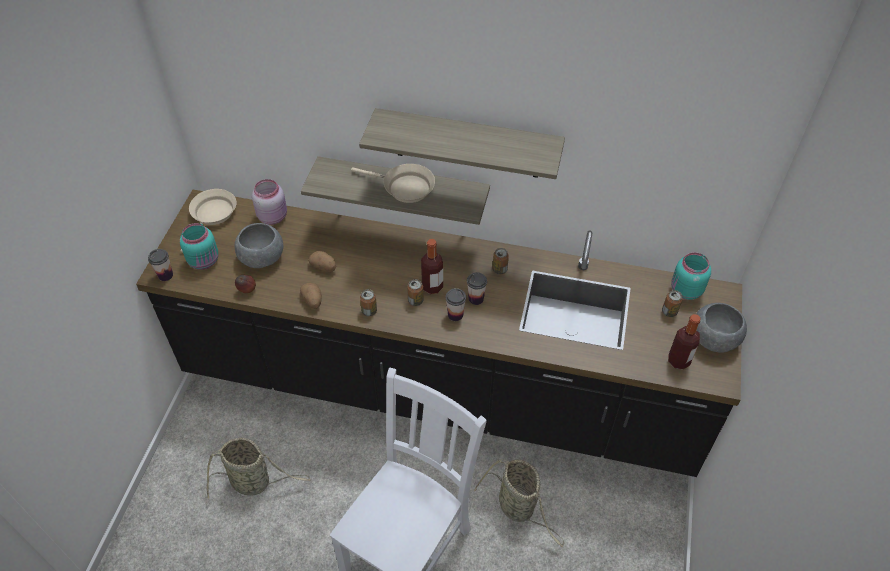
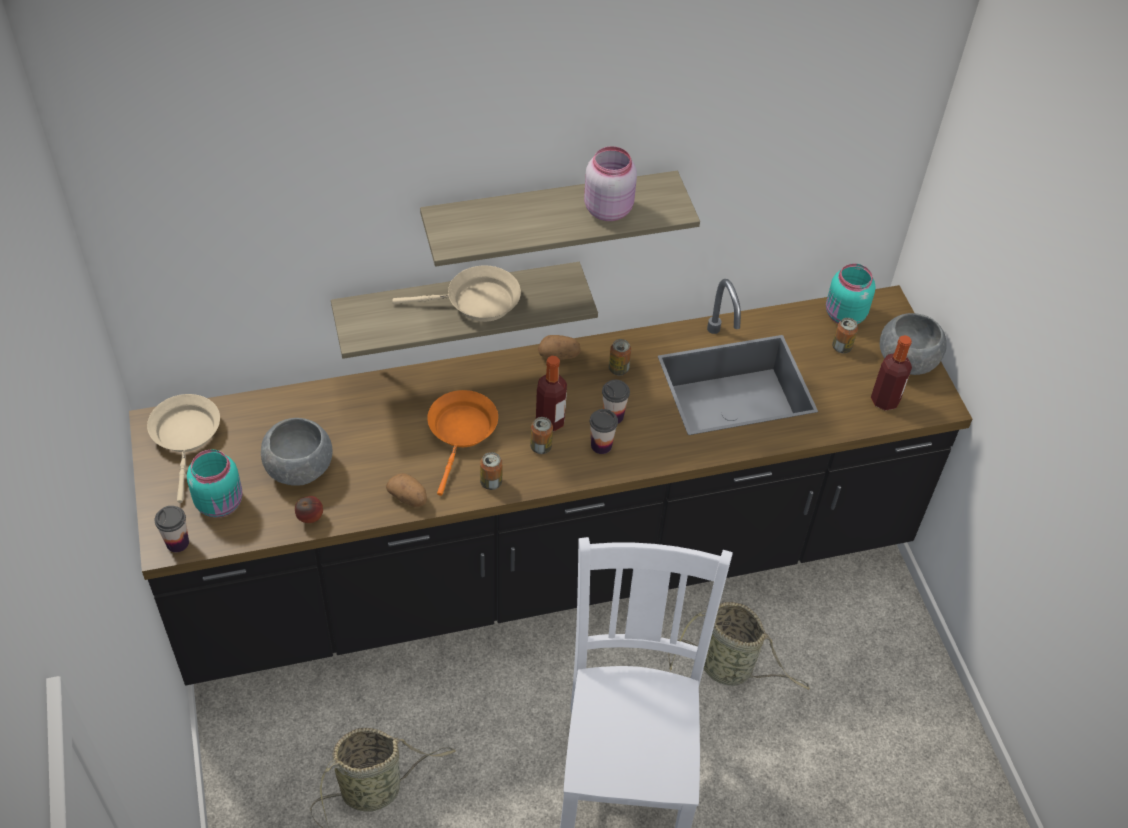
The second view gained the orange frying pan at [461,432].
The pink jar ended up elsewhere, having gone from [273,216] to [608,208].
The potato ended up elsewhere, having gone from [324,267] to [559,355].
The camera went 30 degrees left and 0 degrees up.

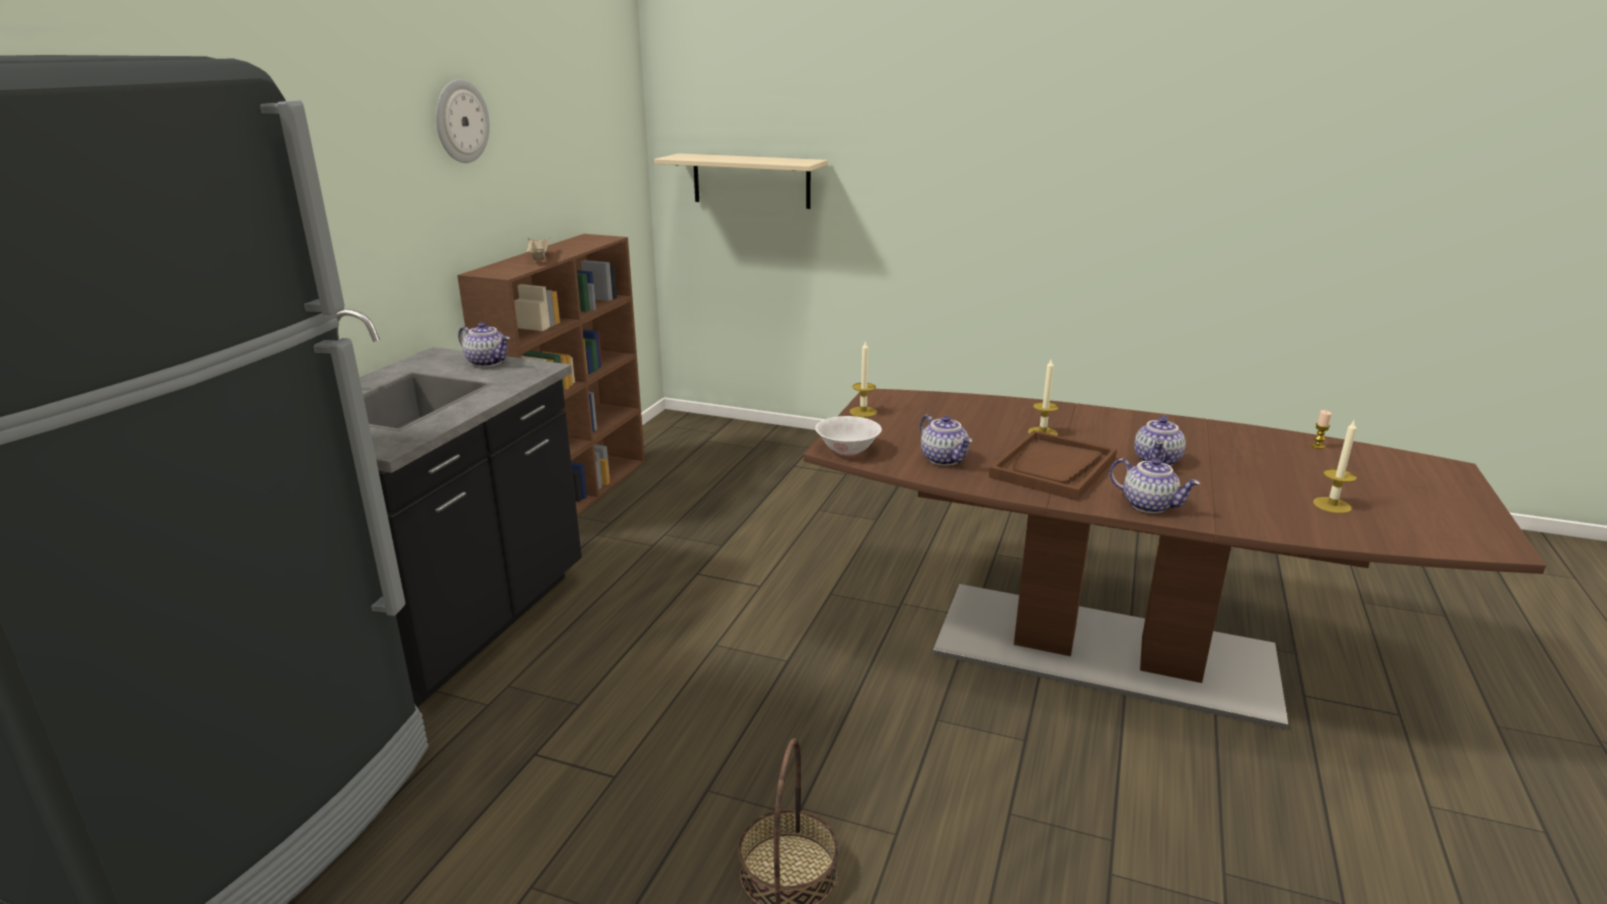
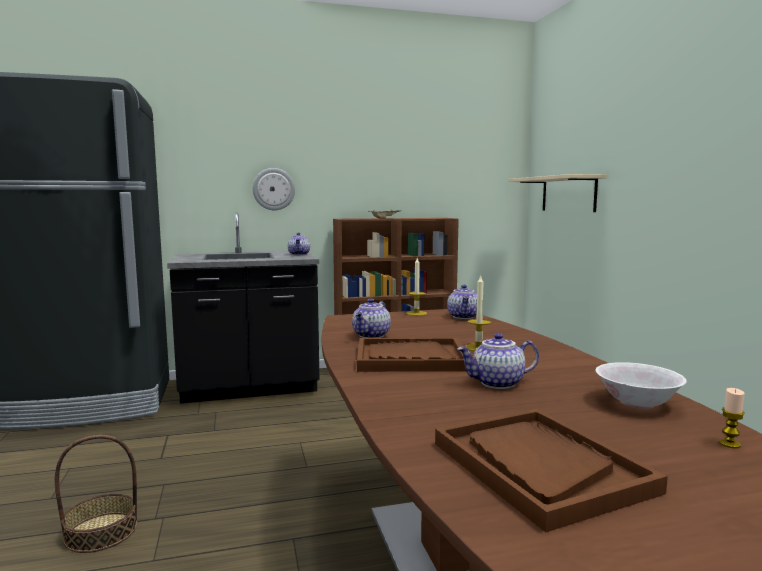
The wall clock ended up elsewhere, having gone from [461,121] to [273,189].
The white bowl ended up elsewhere, having gone from [848,450] to [637,403].
The teapot ended up elsewhere, having gone from [1149,505] to [464,317].
Where the candle stood at [1332,505], the brown tray came to stand at [539,466].
The camera went 55 degrees right and 15 degrees down.

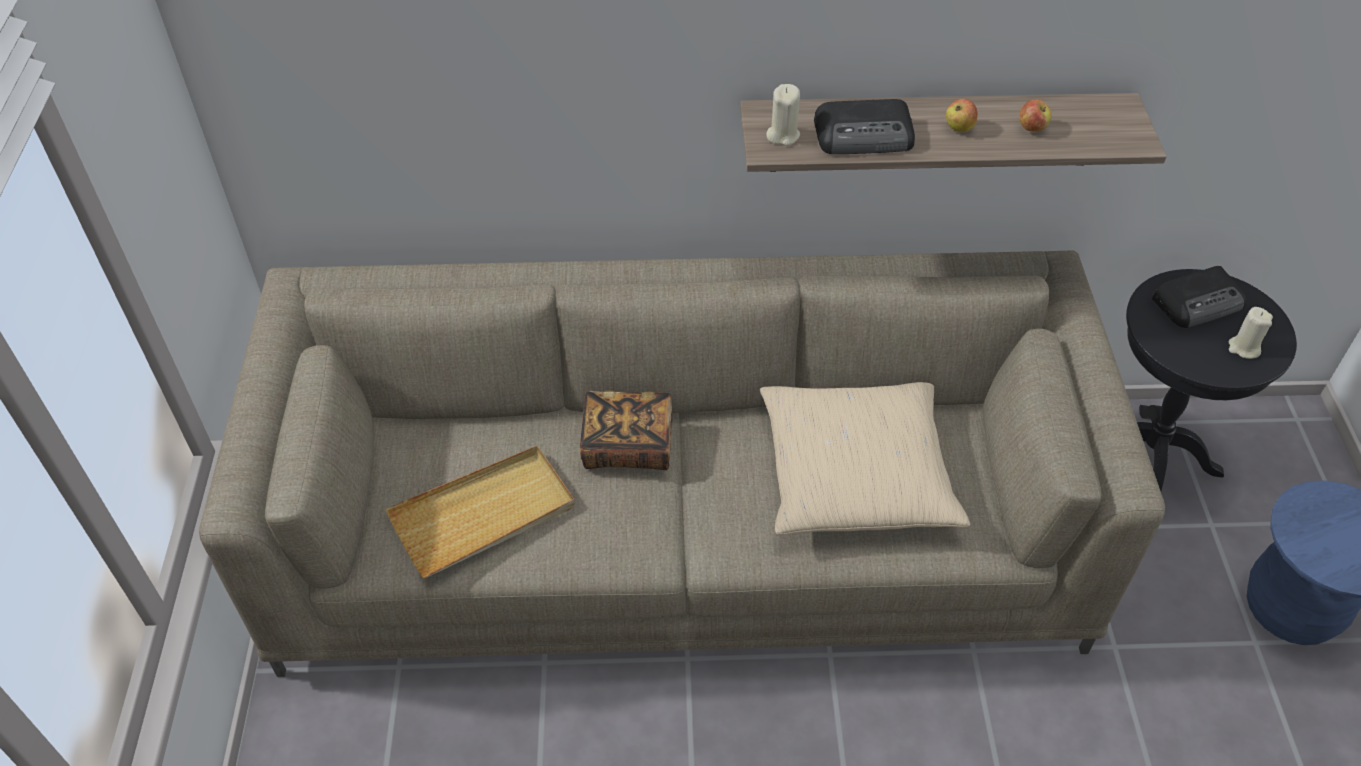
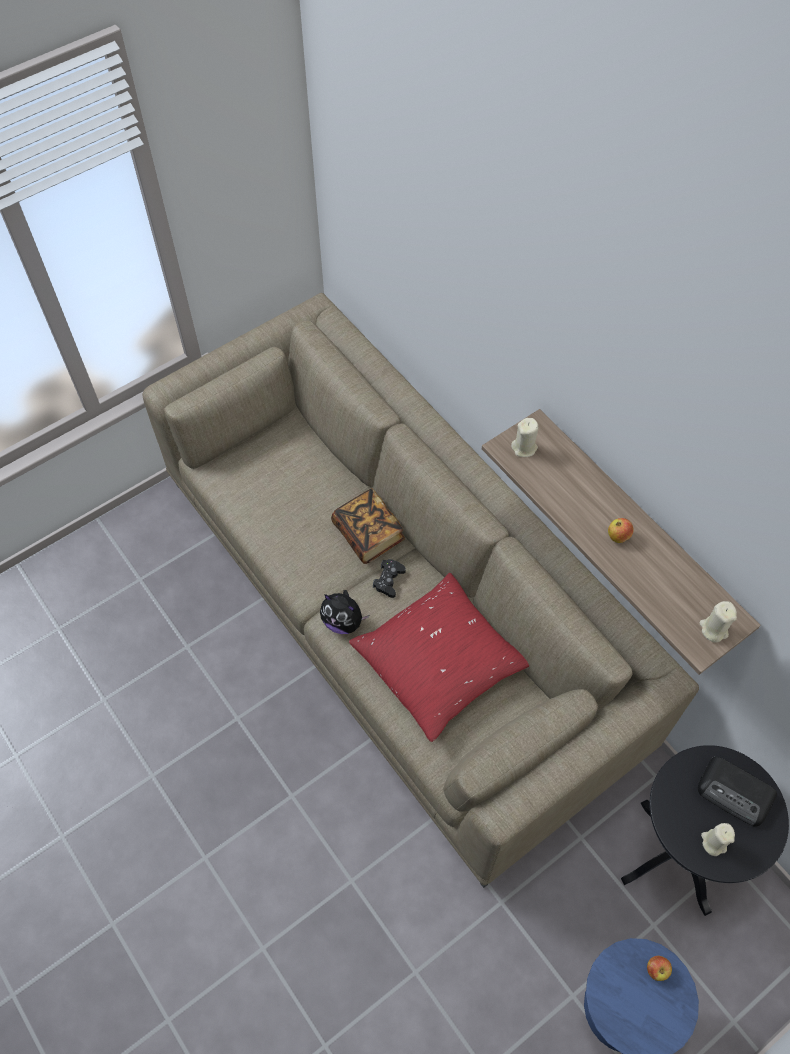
The second view lost the beige tray at [483,514].
The second view lost the radio at [865,135].
The second view gained the plush toy at [343,621].
The second view gained the black game controller at [389,580].
The second view gained the beige candle at [713,629].
The apple ended up elsewhere, having gone from [1032,128] to [656,969].
What was the beige pillow at [856,473] turned into the red pillow at [439,662].
The camera went 55 degrees right and 10 degrees up.

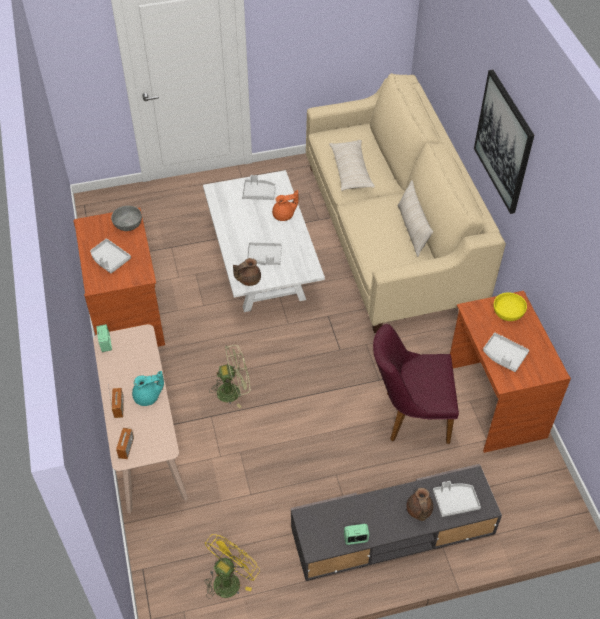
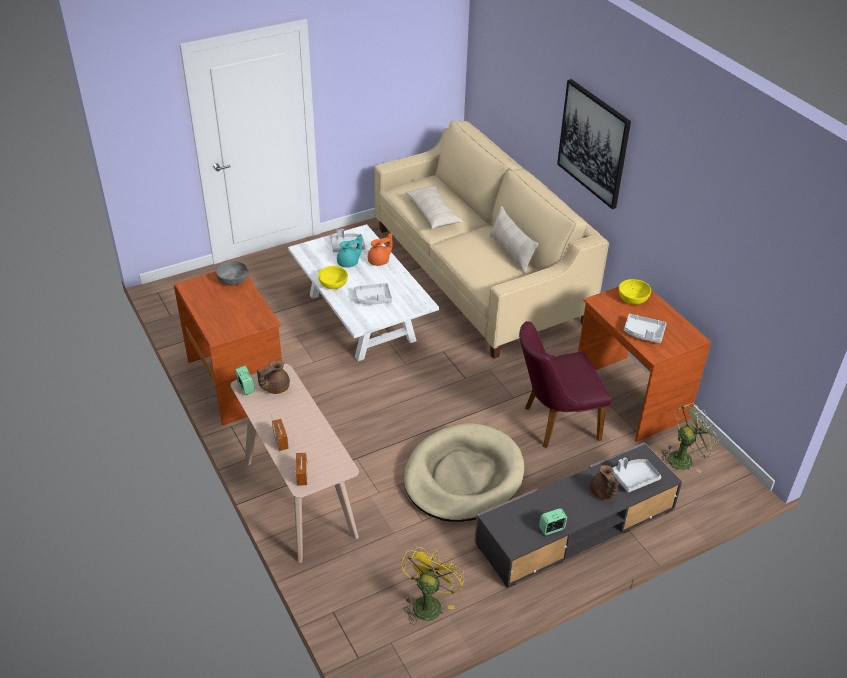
The second view lost the grey tray at [109,260].
The second view gained the yellow bowl at [333,284].
The second view gained the beige dog bed at [463,476].
The turquoise teapot ended up elsewhere, having gone from [148,397] to [349,263].
The green fan ended up elsewhere, having gone from [233,391] to [684,458].
The brown teapot ended up elsewhere, having gone from [248,279] to [275,387].
The camera went 15 degrees left and 10 degrees down.

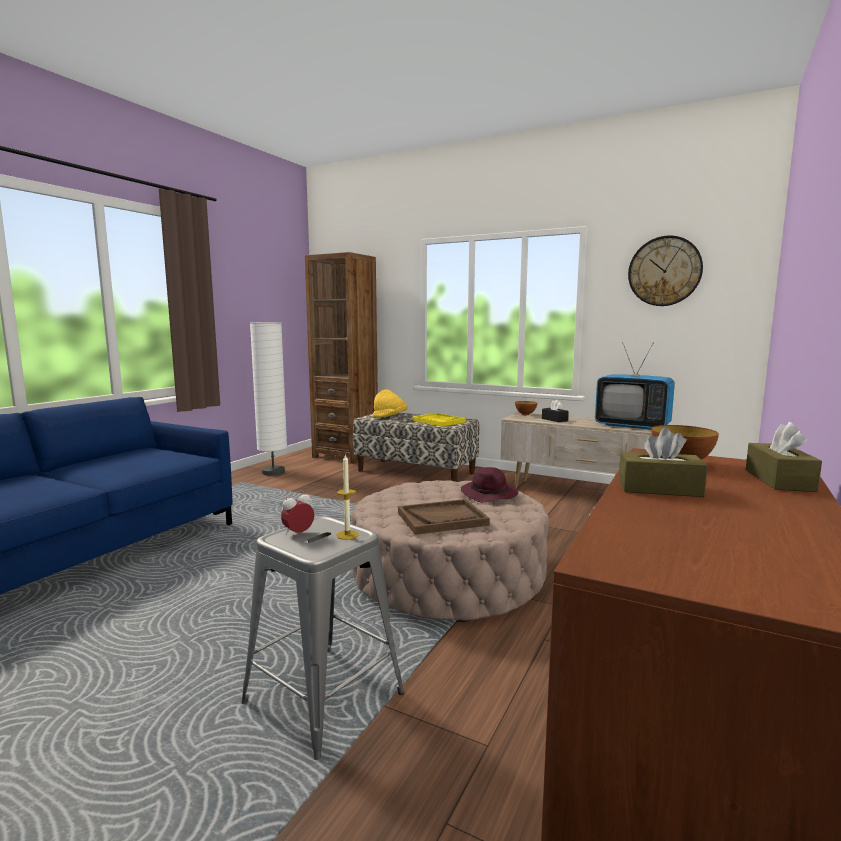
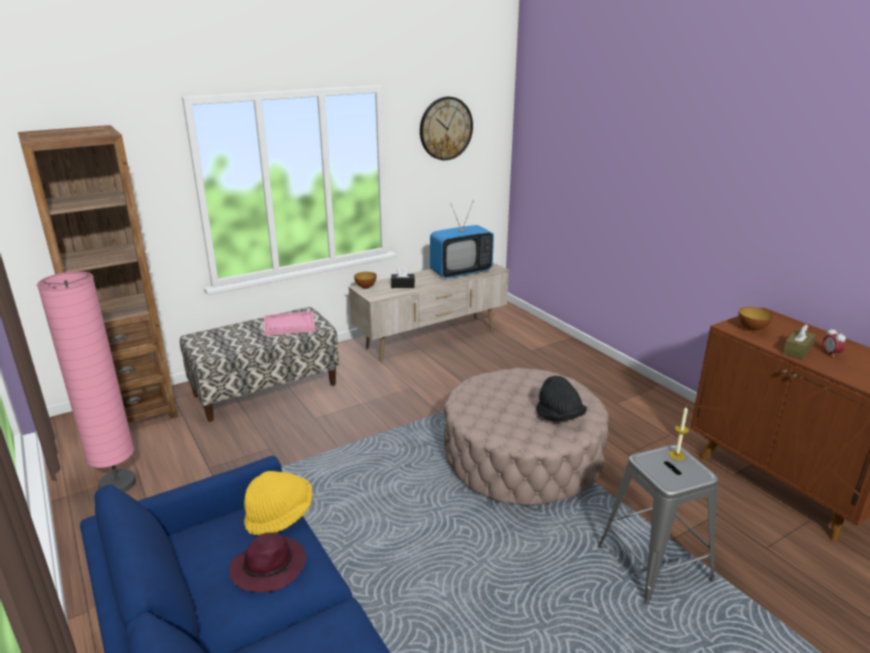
The second view lost the brown tissue box at [779,480].
The alarm clock ended up elsewhere, having gone from [298,533] to [830,354].
The yellow hat ended up elsewhere, having gone from [390,418] to [280,516].
The purple hat ended up elsewhere, having gone from [490,495] to [270,566].
Where the brown tray stood at [442,519], the black hat came to stand at [559,417].
What was the white floor lamp at [273,472] turned into the pink floor lamp at [117,484].
What was the yellow tray at [438,421] turned into the pink tray at [289,325].
The camera went 60 degrees left and 15 degrees up.

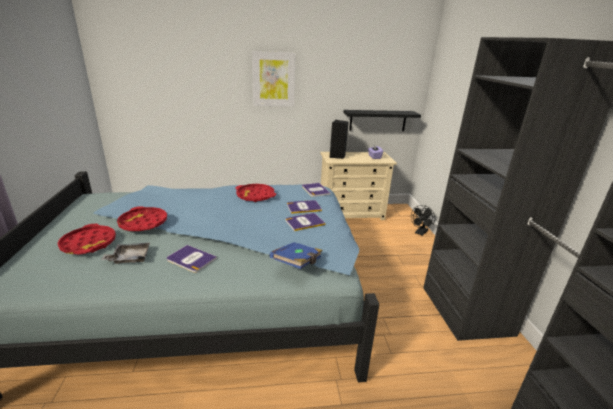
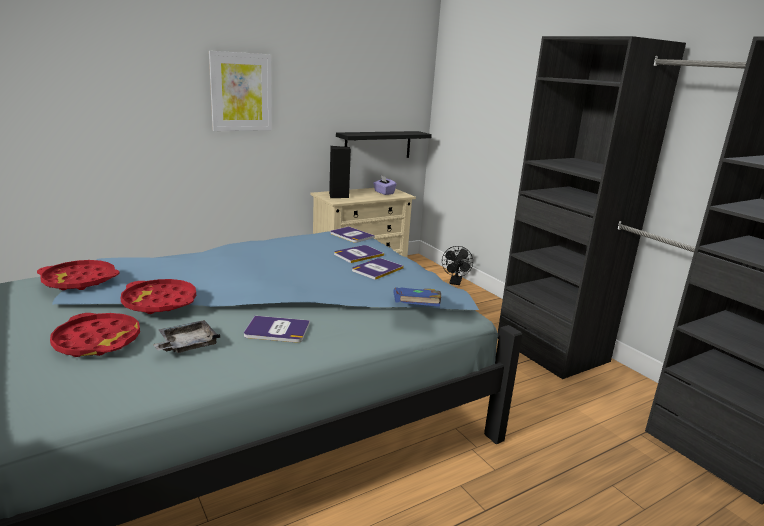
The red tray ended up elsewhere, having gone from [255,196] to [79,280].
The camera went 25 degrees left and 5 degrees down.

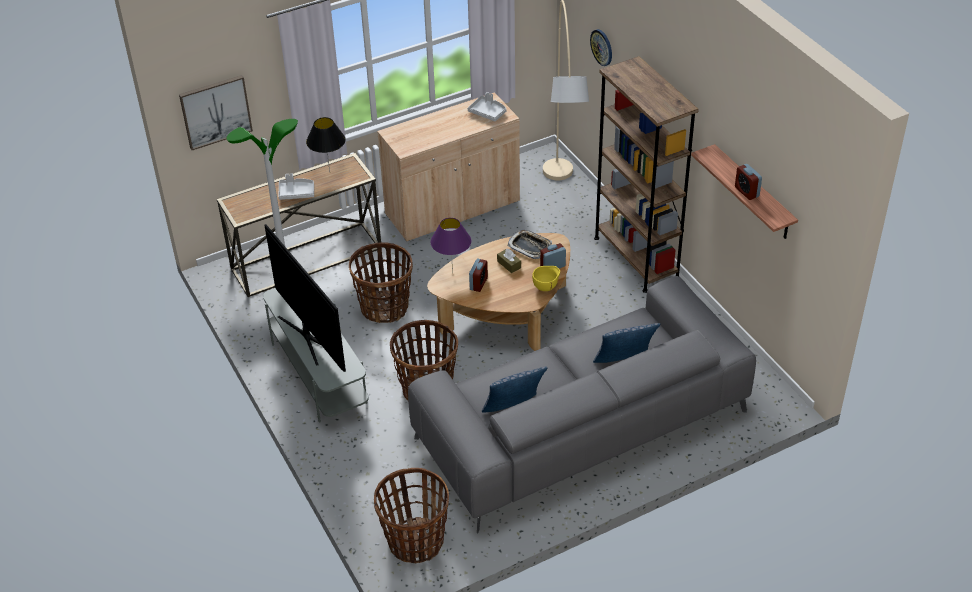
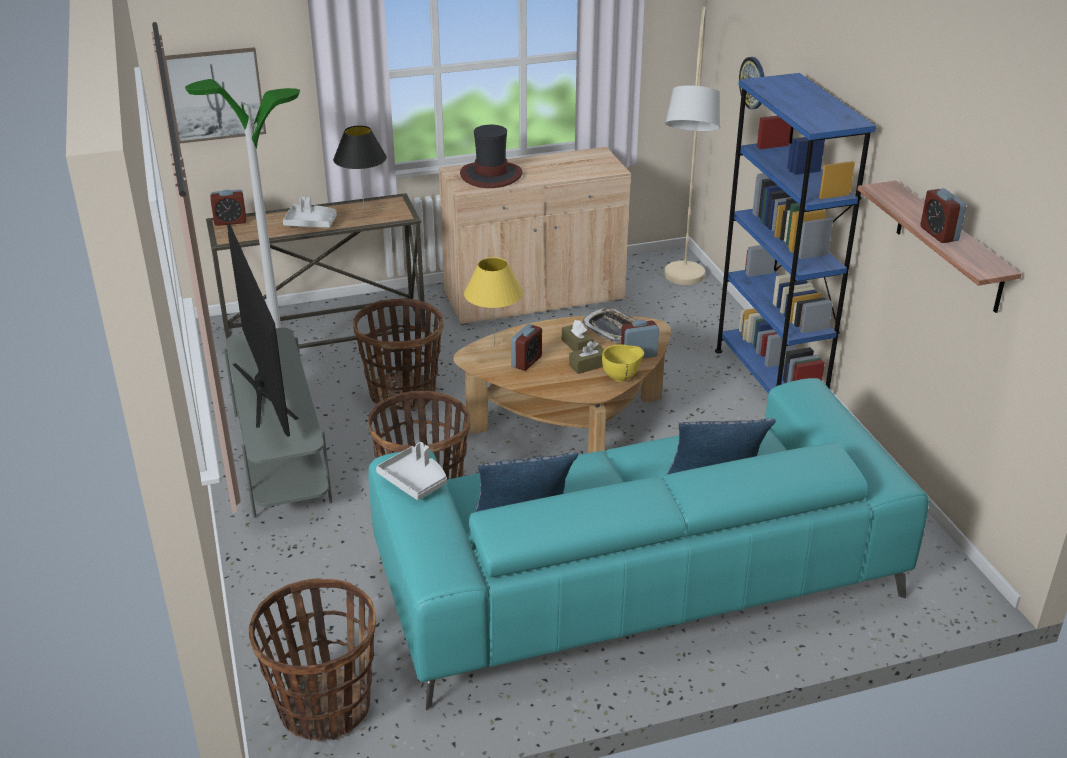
The second view gained the alarm clock at [230,221].
The second view gained the hat at [491,175].
The second view gained the brown tissue box at [588,365].
The grey tray ended up elsewhere, having gone from [488,112] to [415,480].
What was the grey sofa at [581,425] turned into the turquoise sofa at [638,578].
What was the purple table lamp at [452,273] turned into the yellow table lamp at [494,345].
What was the brown bookcase at [636,257] turned into the blue bookcase at [769,379].
The camera went 10 degrees right and 10 degrees down.

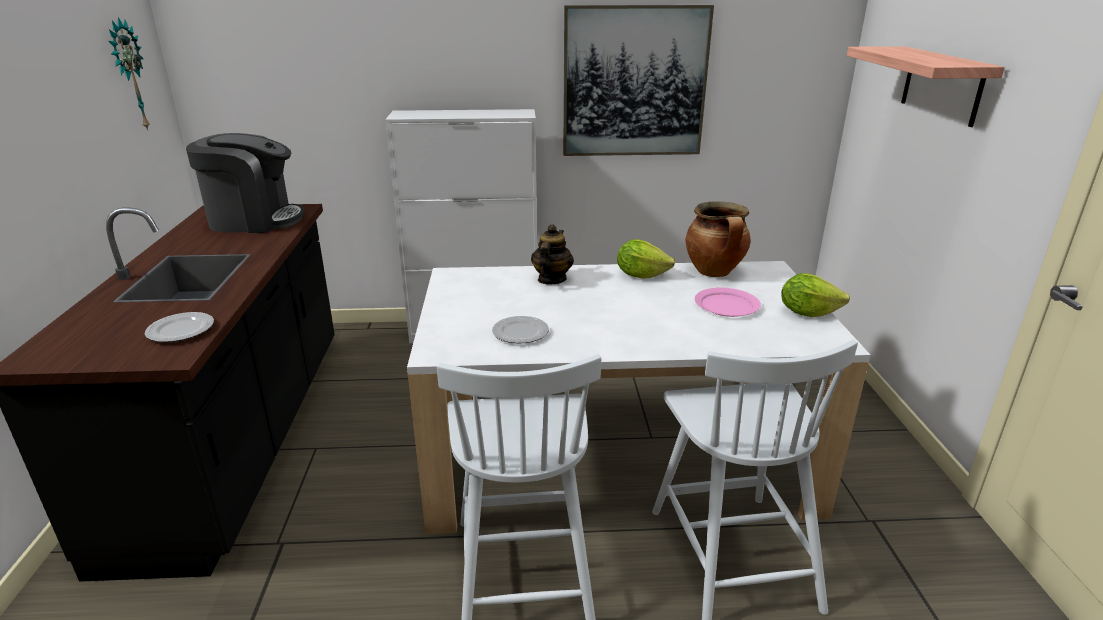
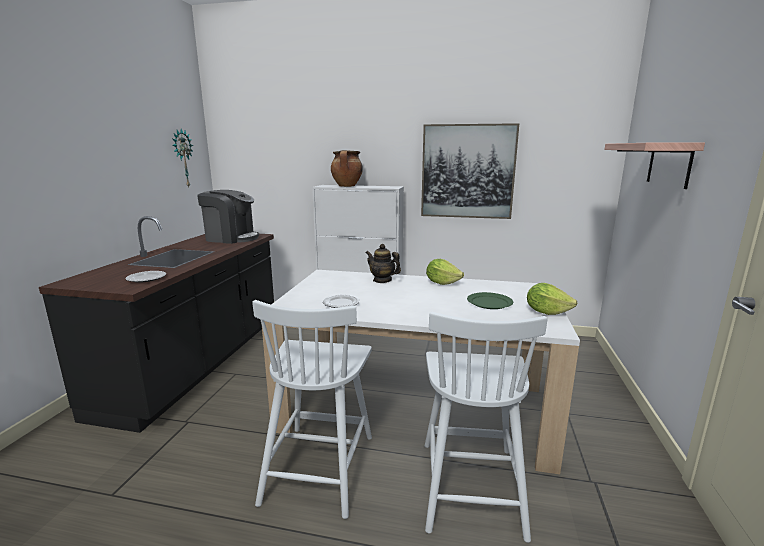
The cooking pot ended up elsewhere, having gone from [715,272] to [347,186].
What was the pink plate at [727,305] turned into the green plate at [489,302].
The teapot at [551,279] ended up facing another way, 90 degrees counterclockwise from before.
The camera went 15 degrees right and 10 degrees down.

